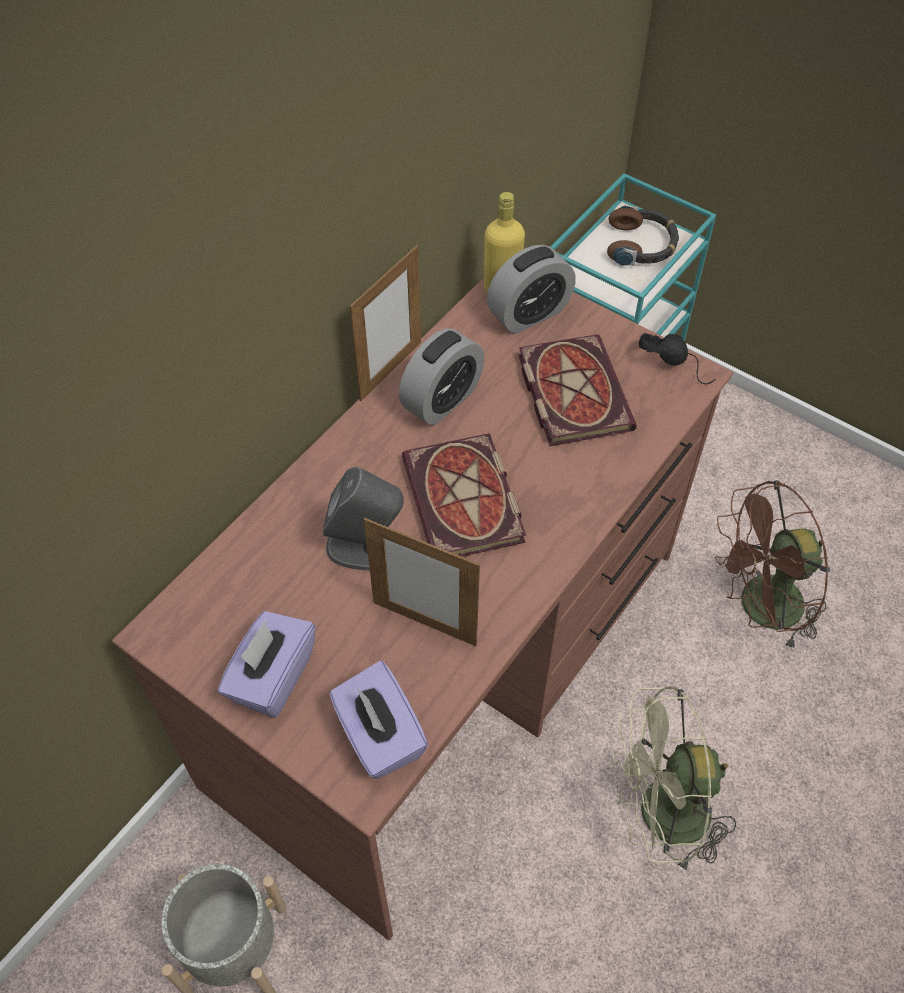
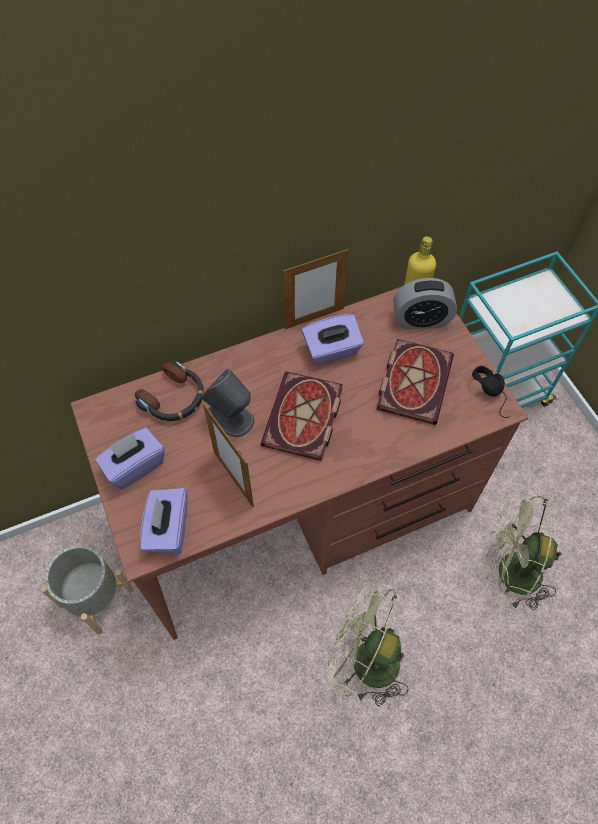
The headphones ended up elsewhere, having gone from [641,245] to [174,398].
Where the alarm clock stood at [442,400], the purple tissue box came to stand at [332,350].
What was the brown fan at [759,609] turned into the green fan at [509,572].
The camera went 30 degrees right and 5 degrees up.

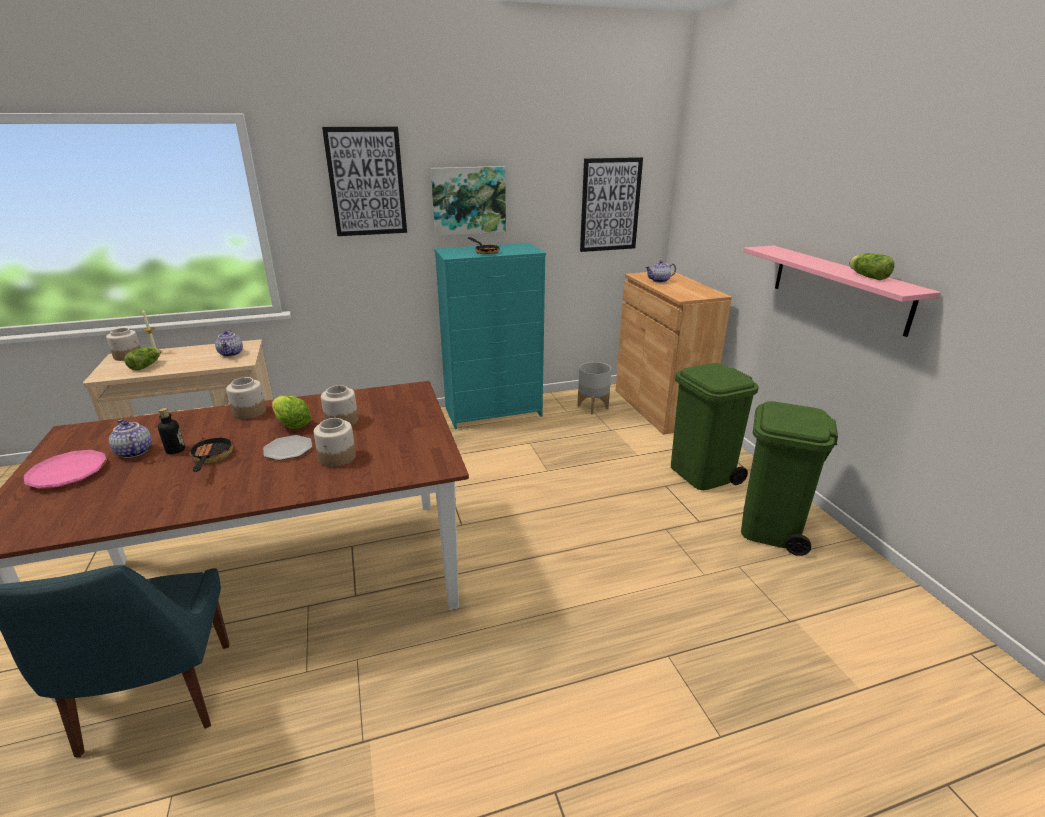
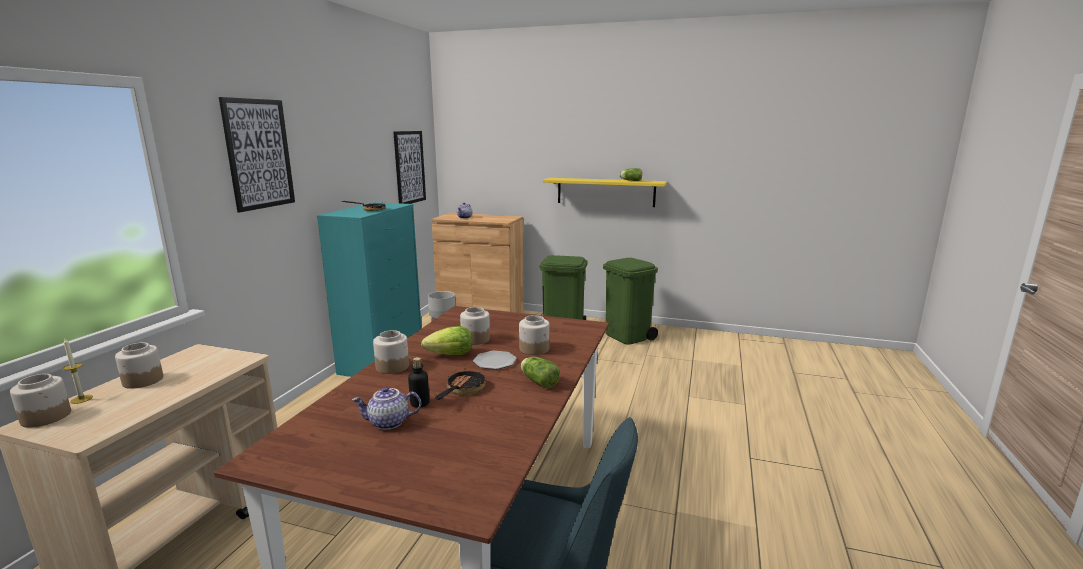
The second view lost the pink plate at [68,473].
The second view lost the teapot at [231,354].
The second view lost the picture at [468,200].
The second view gained the jar at [142,380].
The lettuce ended up elsewhere, having gone from [147,365] to [538,381].
What was the pink shelf at [838,287] turned into the yellow shelf at [605,192].
The frying pan at [211,458] ended up facing another way, 90 degrees clockwise from before.
The camera went 55 degrees left and 10 degrees down.

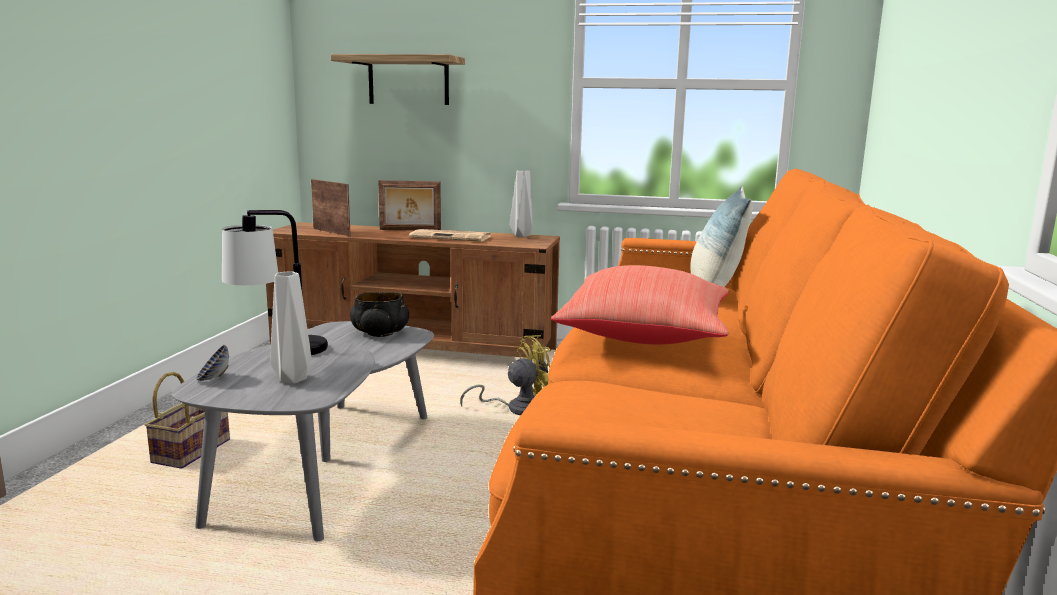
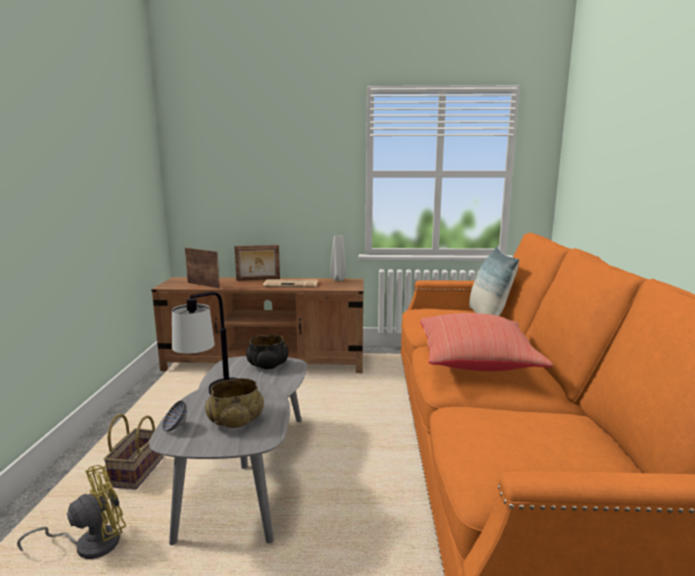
The second view lost the shelf at [408,81].
The yellow fan ended up elsewhere, having gone from [518,408] to [90,544].
Where the grey vase stood at [291,379], the beige bowl came to stand at [236,421].
The camera went 10 degrees left and 0 degrees up.

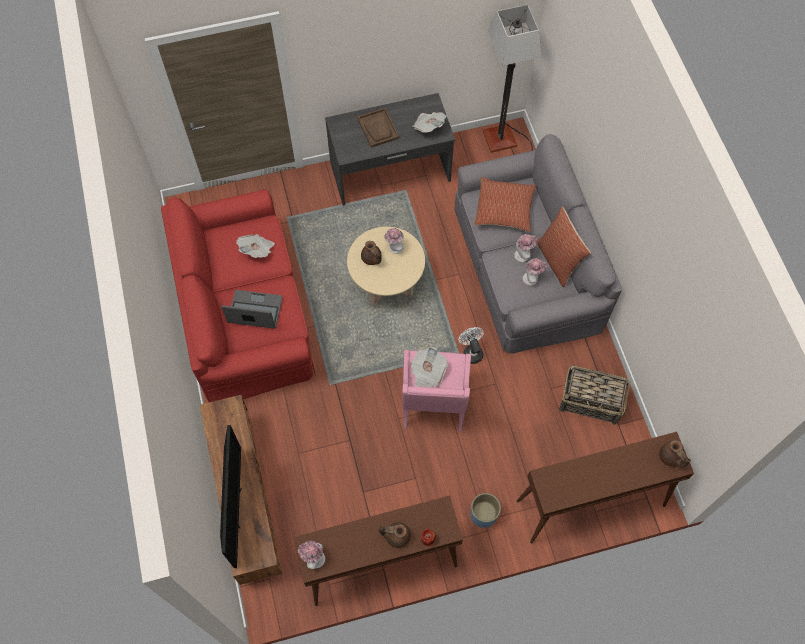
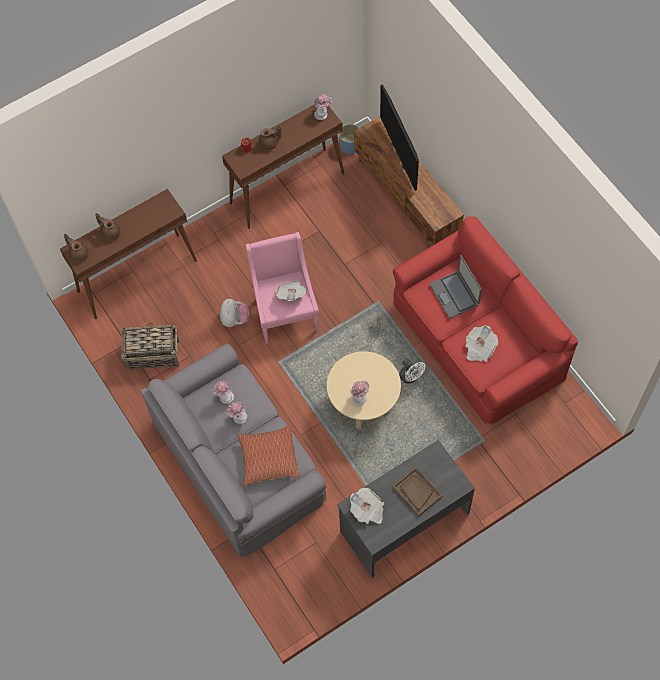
The second view lost the floor lamp at [505,146].
The second view lost the pillow at [558,260].
The second view gained the plush toy at [235,319].
The brown teapot ended up elsewhere, having gone from [372,259] to [110,232].
The white fan ended up elsewhere, having gone from [471,351] to [410,377].
The blue planter ended up elsewhere, having gone from [484,515] to [349,146].
The laptop at [255,311] ended up facing another way, 75 degrees clockwise from before.
The camera went 165 degrees right and 0 degrees up.

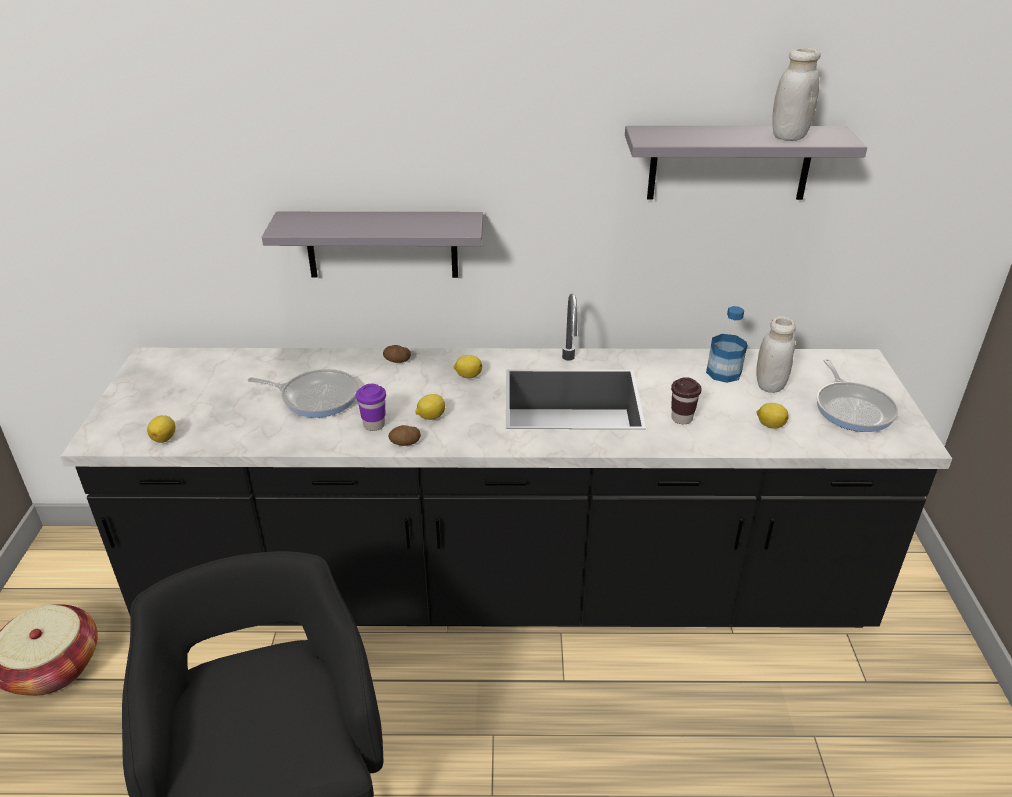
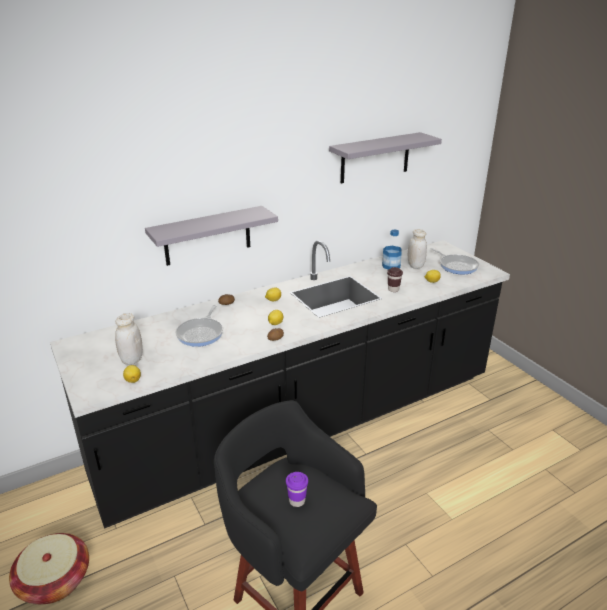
The purple cup ended up elsewhere, having gone from [374,425] to [297,501].
The white jar ended up elsewhere, having gone from [788,137] to [132,359].
The frying pan at [316,397] ended up facing another way, 120 degrees clockwise from before.
The camera went 30 degrees left and 5 degrees down.

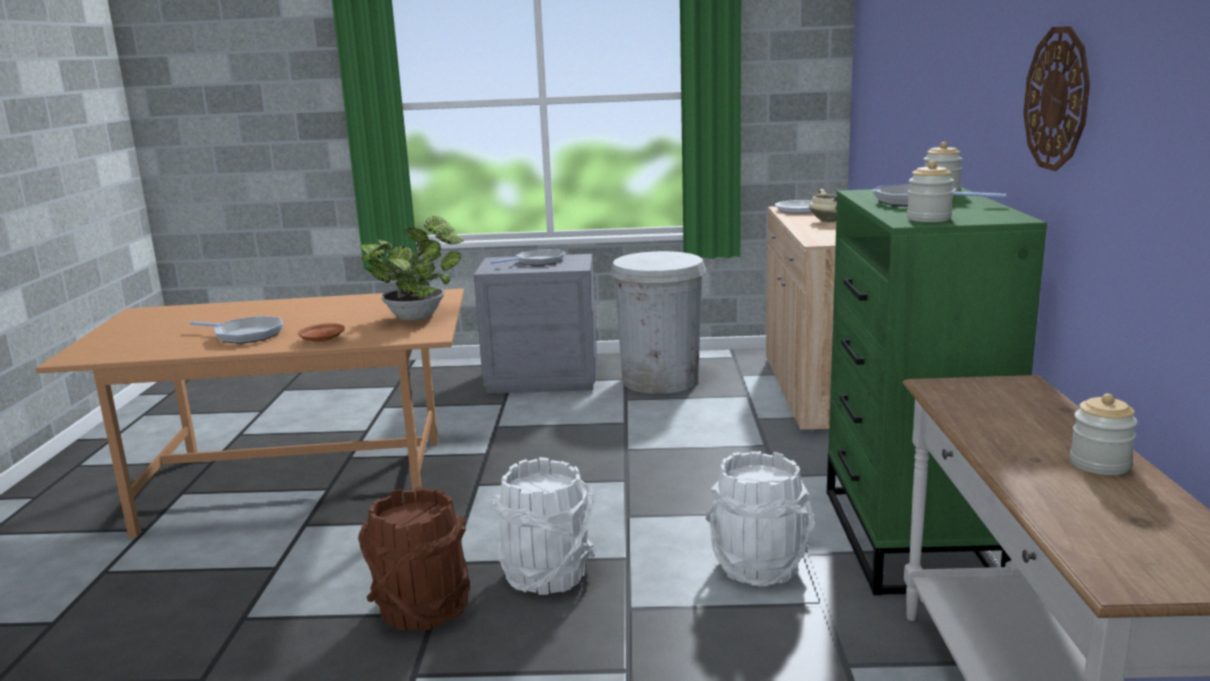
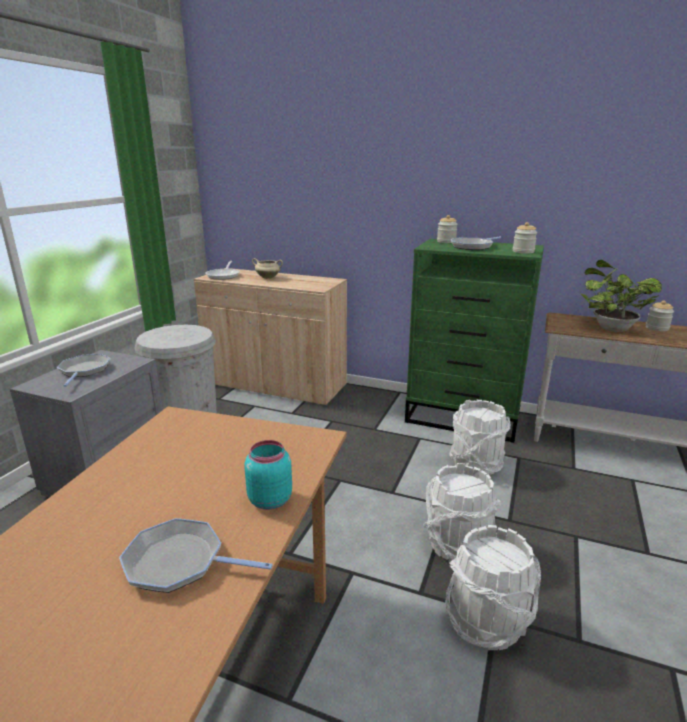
The second view lost the wall clock at [1057,99].
The potted plant ended up elsewhere, having gone from [419,316] to [610,328].
Where the brown plate stood at [322,339], the turquoise jar came to stand at [269,500].
What was the brown bucket at [422,608] turned into the white bucket at [486,621].
The frying pan at [245,335] ended up facing another way, 120 degrees counterclockwise from before.
The camera went 70 degrees left and 5 degrees up.

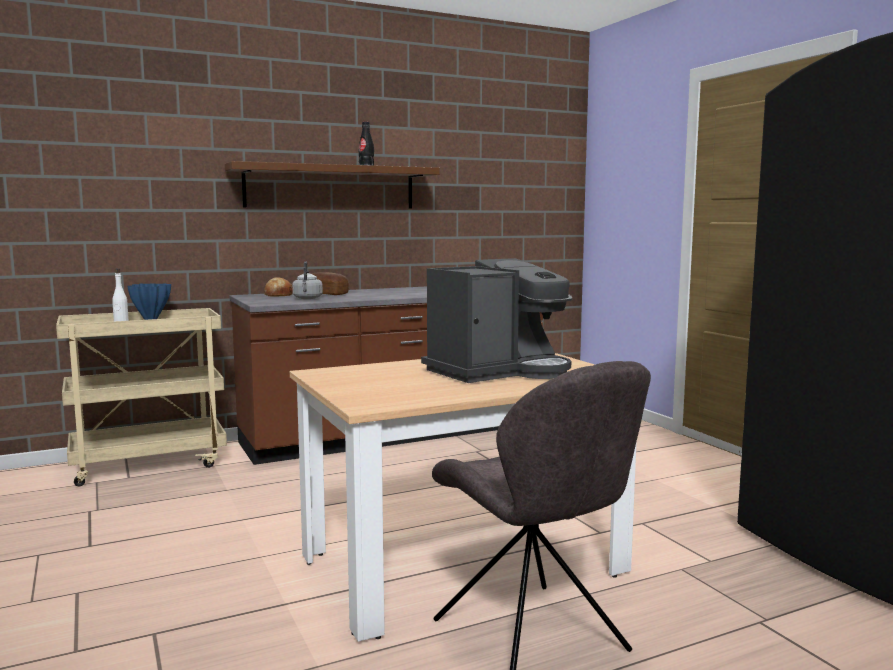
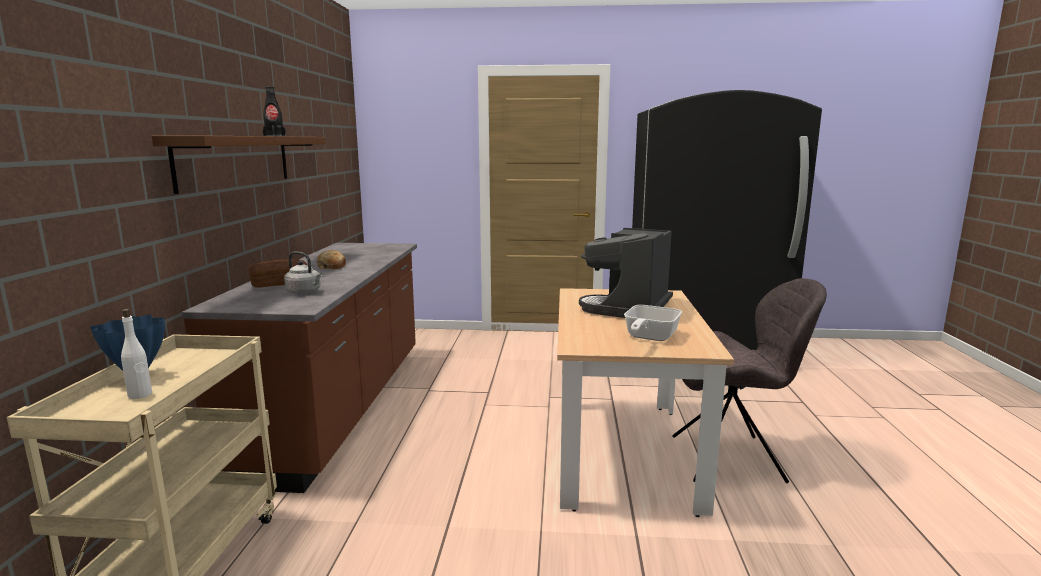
The second view gained the frying pan at [648,337].
The bread ended up elsewhere, having gone from [278,295] to [332,266].
The coffee machine at [498,371] ended up facing another way, 150 degrees counterclockwise from before.
The camera went 60 degrees left and 5 degrees up.

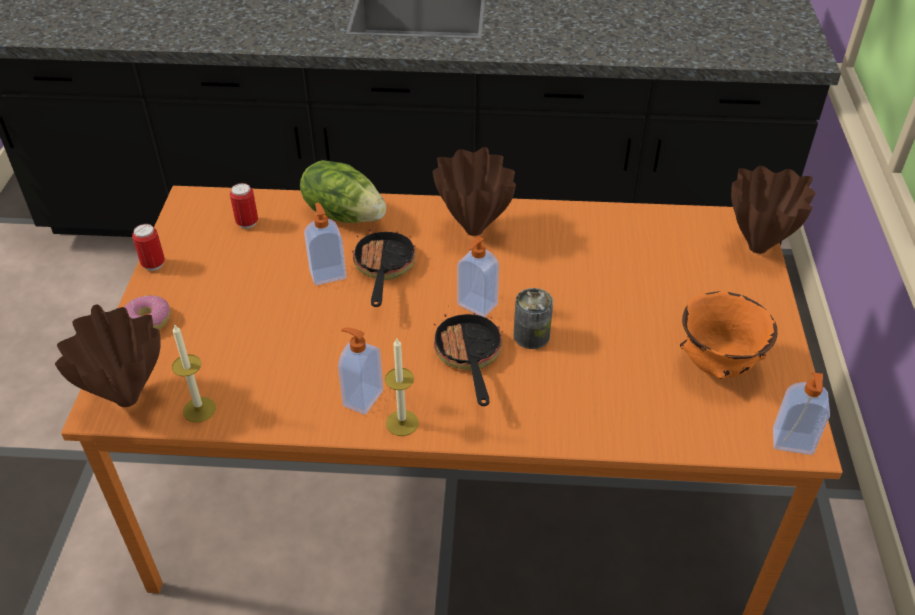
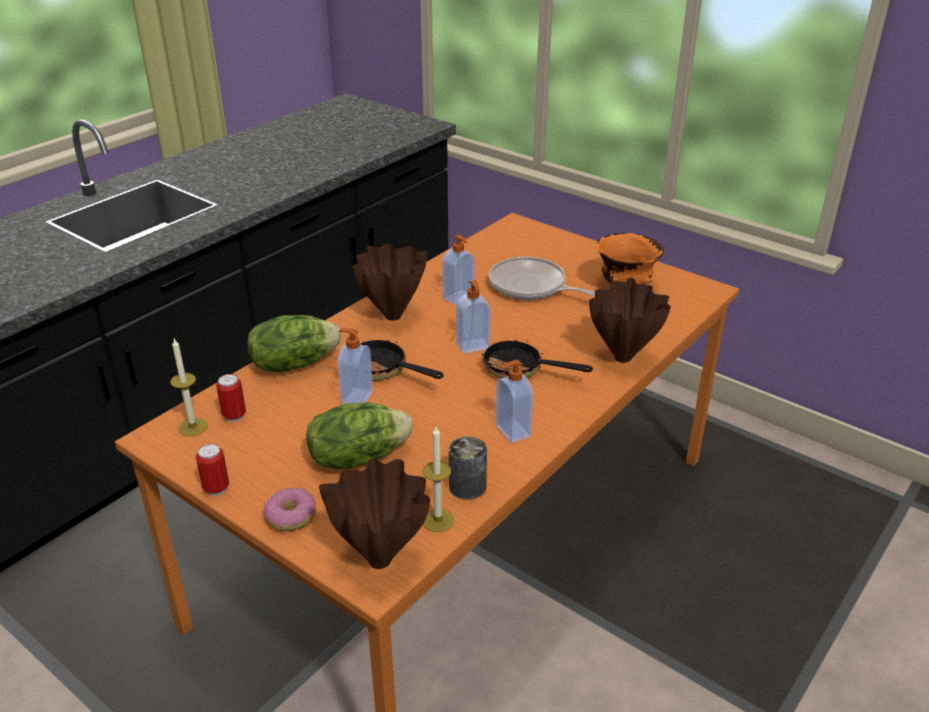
The second view gained the lettuce at [357,457].
The second view gained the frying pan at [531,286].
The candle ended up elsewhere, having gone from [402,423] to [193,427].
The can ended up elsewhere, having gone from [531,335] to [467,486].
The brown vase ended up elsewhere, having gone from [756,248] to [622,358].
The soap dispenser ended up elsewhere, having gone from [792,443] to [459,298].
The camera went 55 degrees left and 10 degrees down.

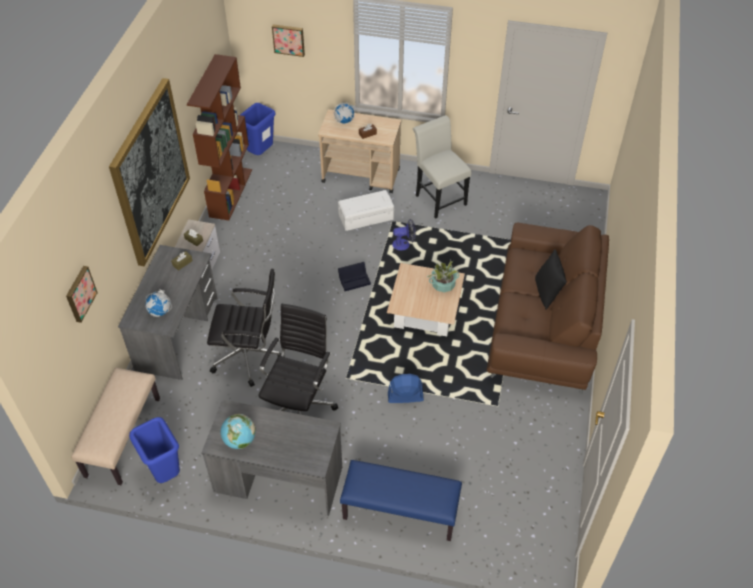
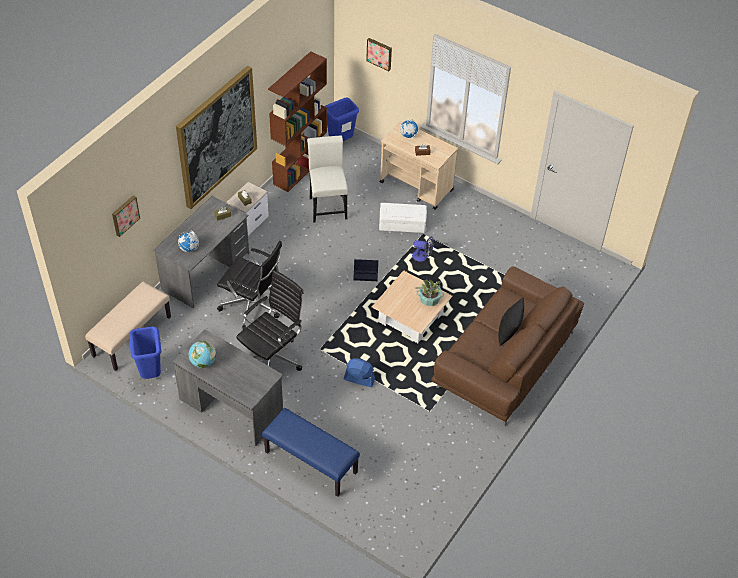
The white chair ended up elsewhere, having gone from [438,198] to [327,205].
The camera went 20 degrees right and 0 degrees up.

